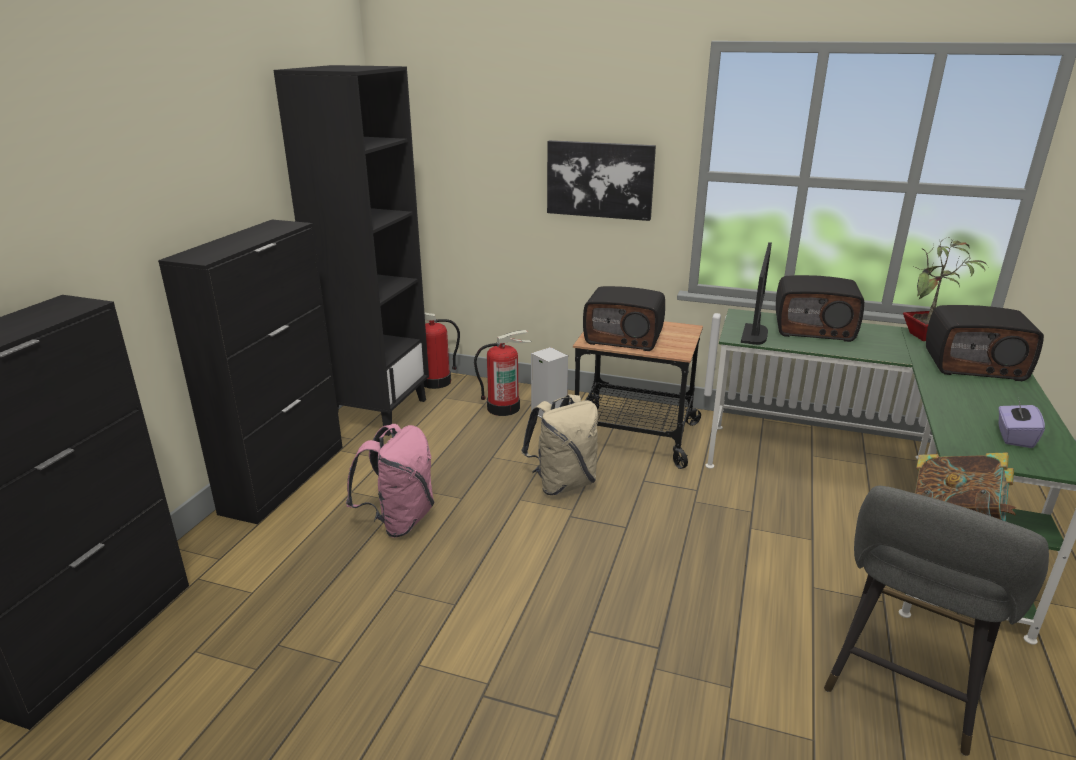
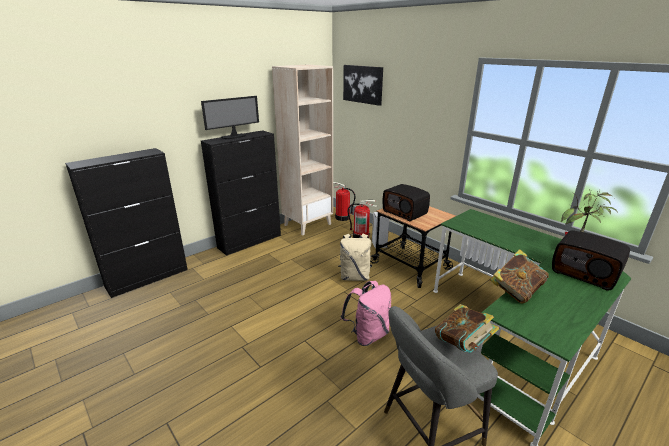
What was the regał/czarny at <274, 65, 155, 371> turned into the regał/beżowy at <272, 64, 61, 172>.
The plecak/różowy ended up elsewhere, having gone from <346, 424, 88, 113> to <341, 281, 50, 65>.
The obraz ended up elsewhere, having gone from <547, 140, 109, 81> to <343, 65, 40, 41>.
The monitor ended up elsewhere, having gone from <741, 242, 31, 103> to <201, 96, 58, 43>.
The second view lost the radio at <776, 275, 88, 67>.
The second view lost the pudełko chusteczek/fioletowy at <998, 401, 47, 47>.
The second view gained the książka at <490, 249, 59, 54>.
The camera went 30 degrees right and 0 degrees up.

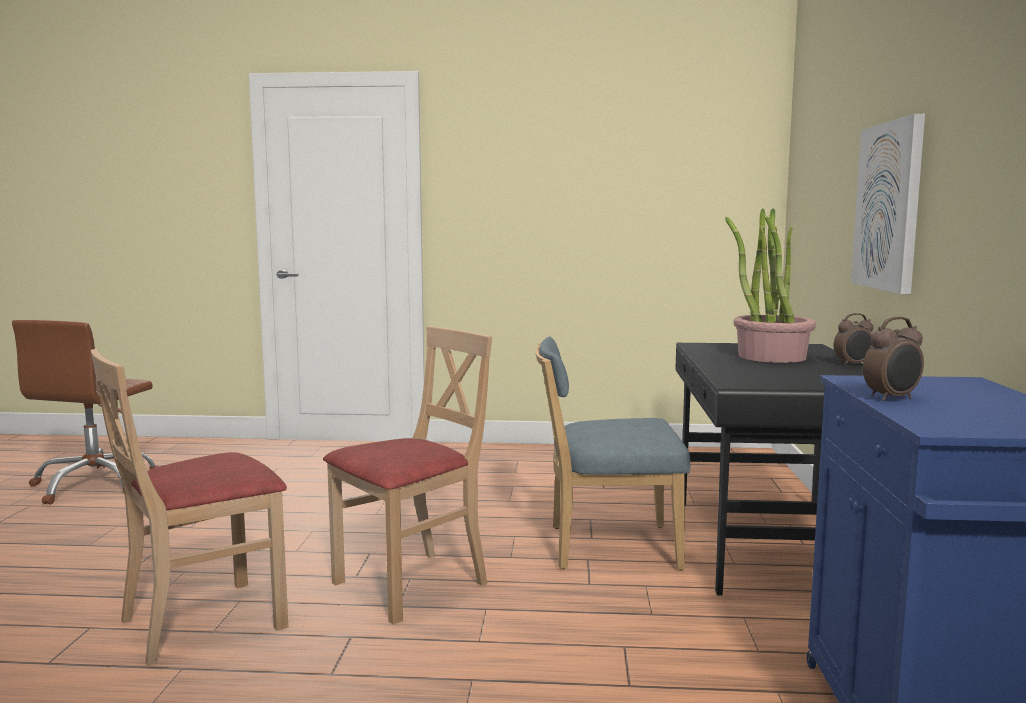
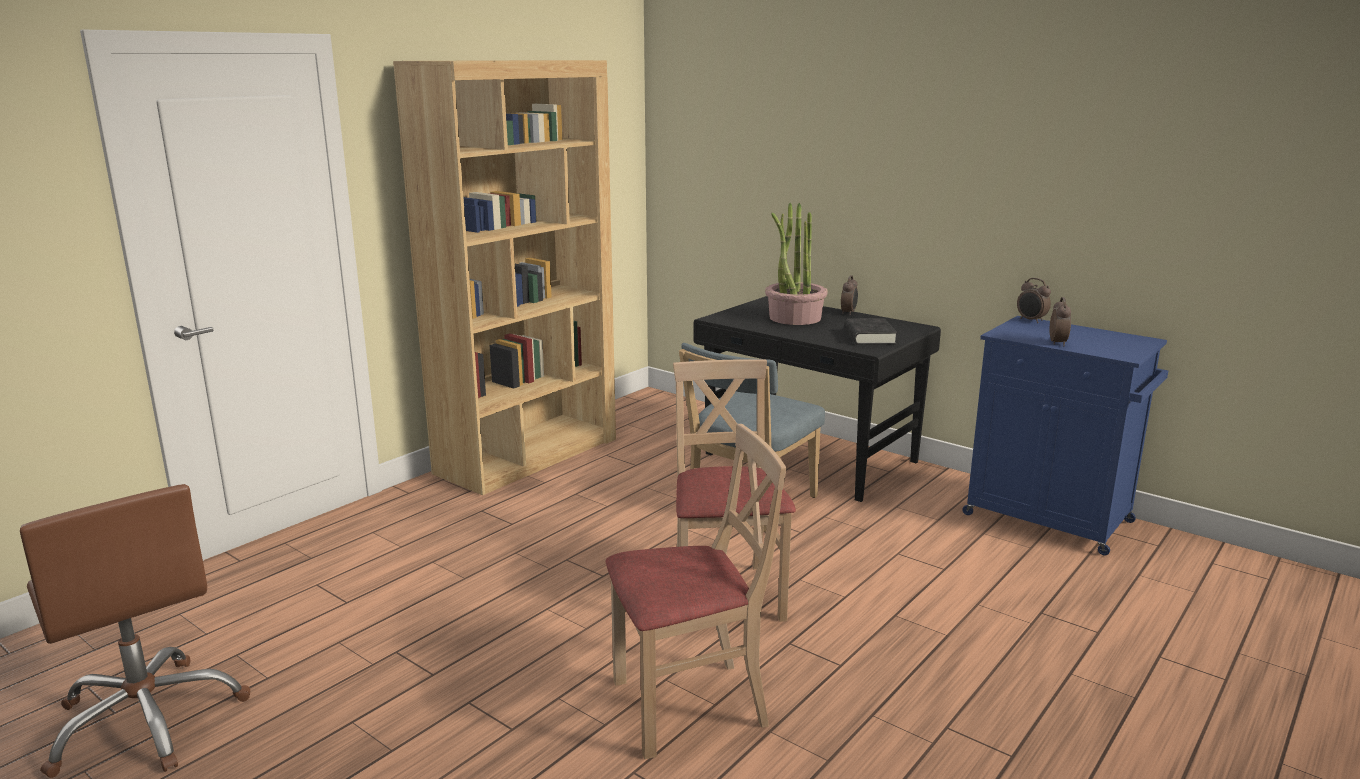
The krzesło/beżowy at <91, 349, 197, 317> ended up facing another way, 105 degrees counterclockwise from before.
The second view lost the obraz at <851, 114, 74, 180>.
The second view gained the regał/brązowy at <393, 60, 223, 435>.
The second view gained the książka/czarny at <844, 318, 53, 27>.
The second view gained the budzik at <1017, 278, 34, 45>.
The camera went 55 degrees left and 10 degrees up.

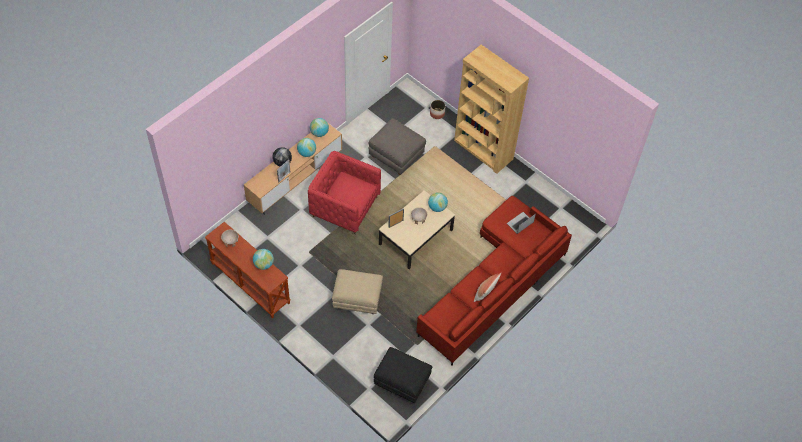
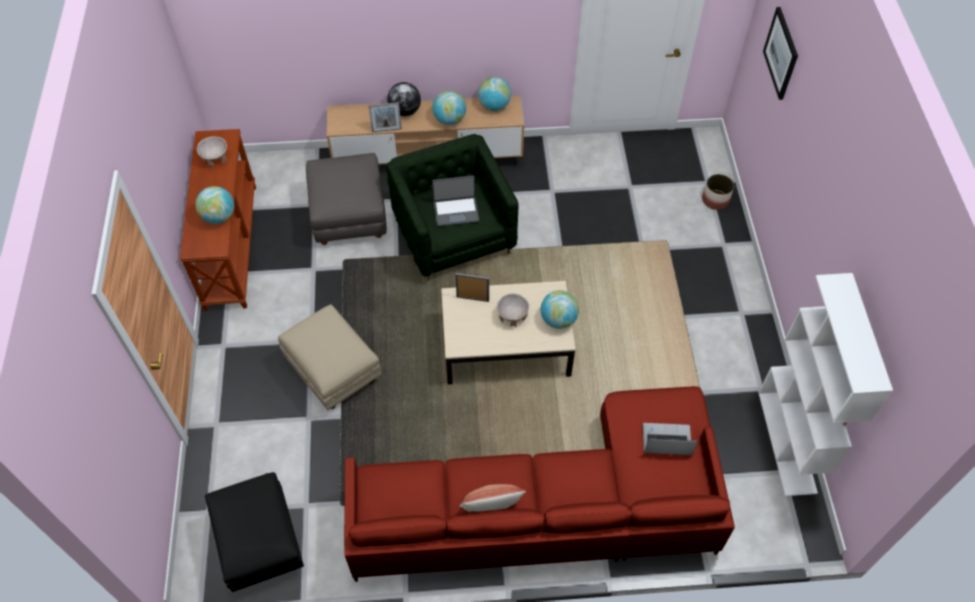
What was the fotel/czerwony at <308, 151, 73, 83> turned into the fotel/zielony at <386, 134, 133, 147>.
The pufa/szary ended up elsewhere, having gone from <369, 118, 57, 57> to <306, 153, 81, 92>.
The second view lost the regał/brązowy at <454, 45, 75, 129>.
The second view gained the laptop at <432, 175, 47, 52>.
The second view gained the regał/biały at <758, 273, 135, 223>.
The second view gained the obraz at <763, 7, 35, 93>.
The camera went 45 degrees right and 0 degrees up.

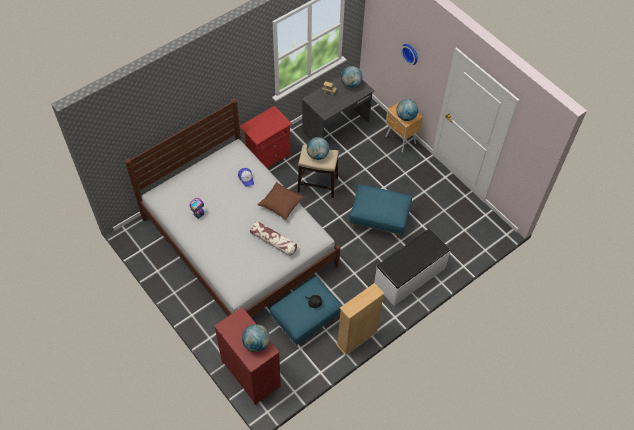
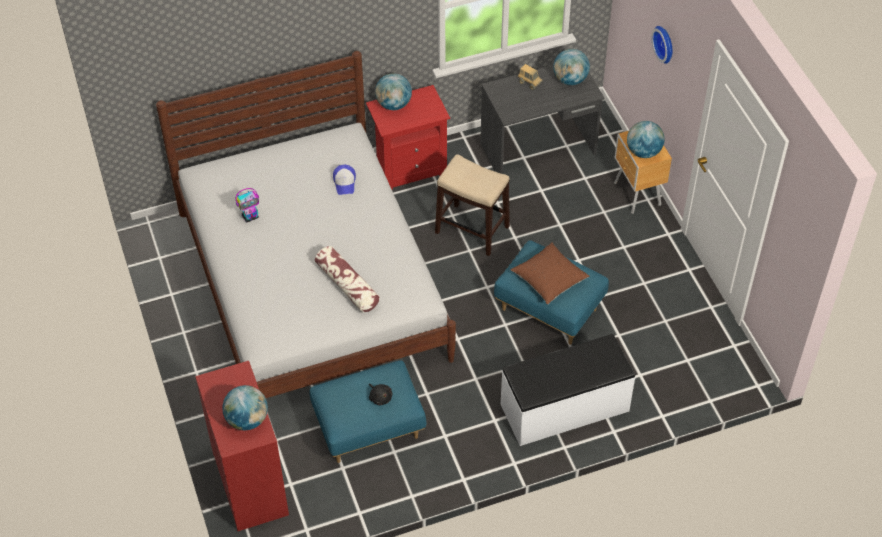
The poduszka/brązowy ended up elsewhere, having gone from <258, 182, 46, 39> to <510, 242, 79, 62>.
The globus ended up elsewhere, having gone from <307, 137, 22, 23> to <375, 73, 37, 37>.
The second view lost the regał/beżowy at <337, 283, 47, 72>.
The camera went 20 degrees right and 5 degrees down.

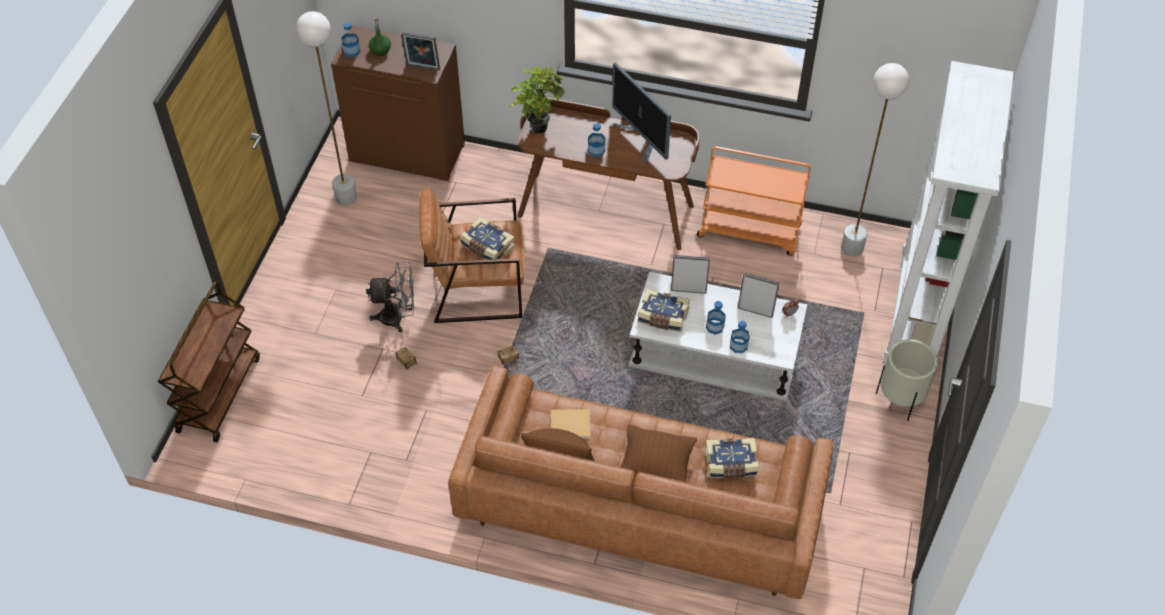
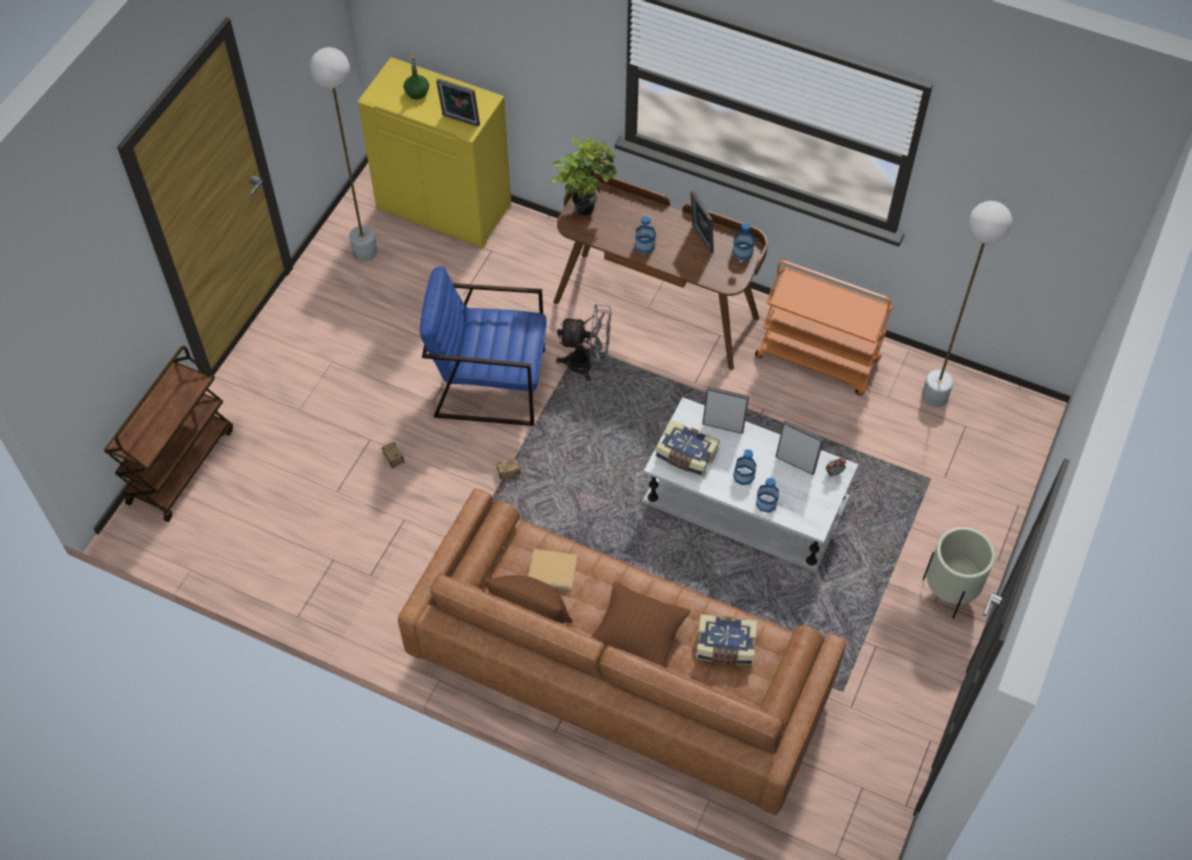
What was the szafka/brązowy at <331, 25, 134, 156> turned into the szafka/żółty at <358, 57, 153, 191>.
The butelka ended up elsewhere, having gone from <341, 23, 19, 34> to <733, 223, 22, 37>.
The wentylator/szary ended up elsewhere, having gone from <366, 262, 48, 71> to <556, 304, 55, 77>.
What was the fotel/brązowy at <419, 188, 105, 135> turned into the fotel/niebieski at <420, 266, 127, 160>.
The second view lost the książka at <460, 217, 55, 48>.
Where the monitor stood at <612, 62, 59, 101>, the ramka na zdjęcie came to stand at <690, 190, 24, 63>.
The second view lost the regał/biały at <884, 61, 130, 304>.
The camera went 10 degrees right and 5 degrees up.

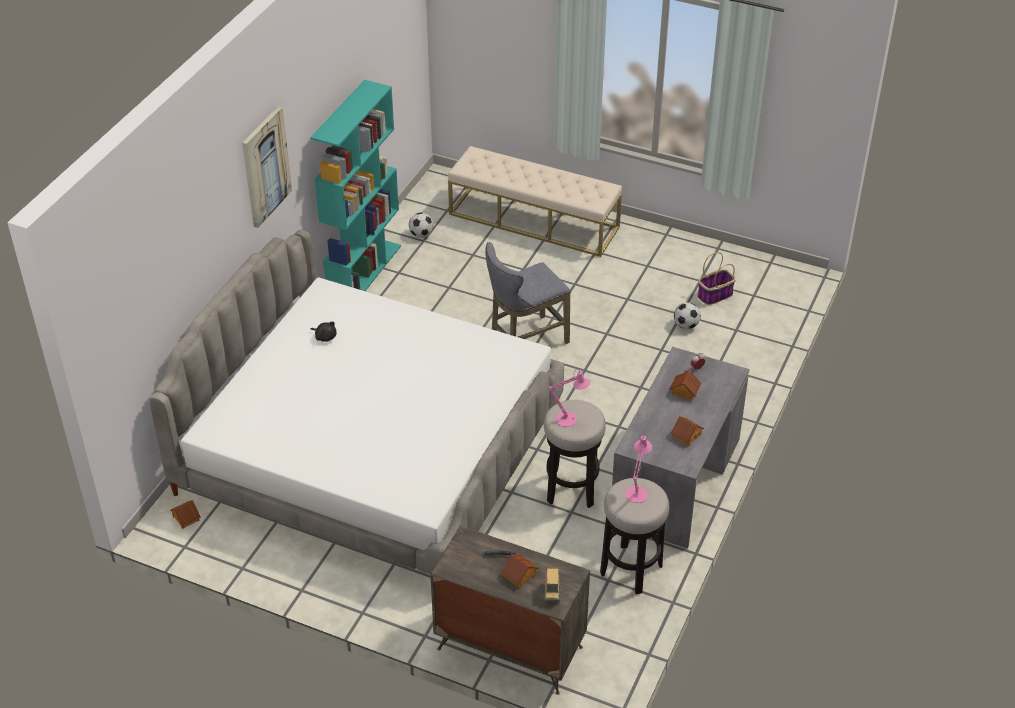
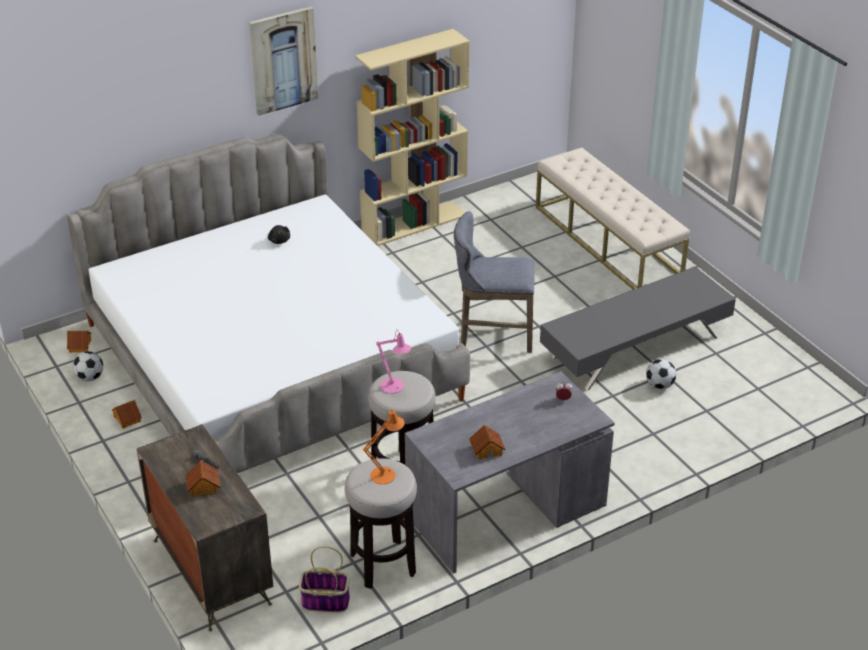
What was the regał/turkusowy at <310, 80, 91, 211> turned into the regał/beżowy at <355, 29, 115, 217>.
The piłka futbolowa ended up elsewhere, having gone from <409, 213, 25, 25> to <73, 351, 30, 30>.
The second view lost the ciężarówka zabawkowa at <544, 569, 16, 33>.
What was the lampa stołowa/różowy at <625, 436, 27, 67> turned into the lampa stołowa/pomarańczowy at <363, 409, 42, 75>.
The domek ended up elsewhere, having gone from <669, 370, 32, 31> to <112, 400, 30, 29>.
The koszyk ended up elsewhere, having gone from <697, 252, 39, 53> to <299, 546, 51, 66>.
The second view gained the ława/szary at <540, 267, 196, 124>.
The camera went 35 degrees right and 5 degrees down.

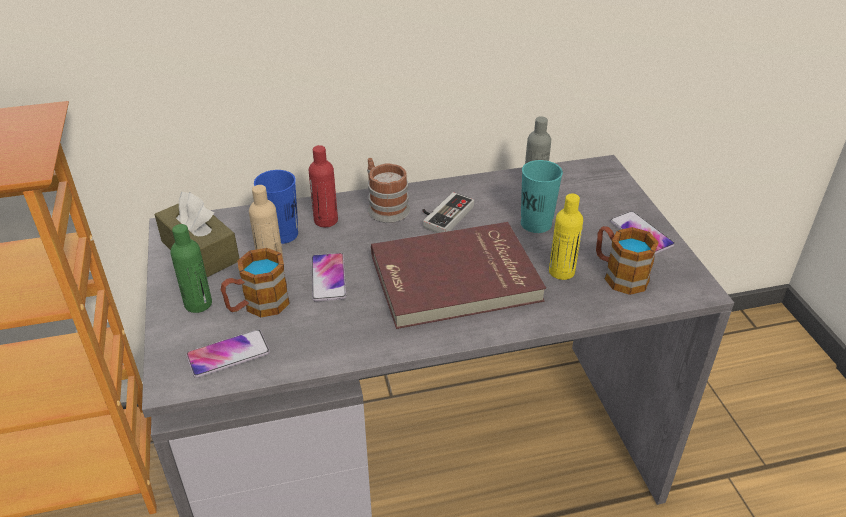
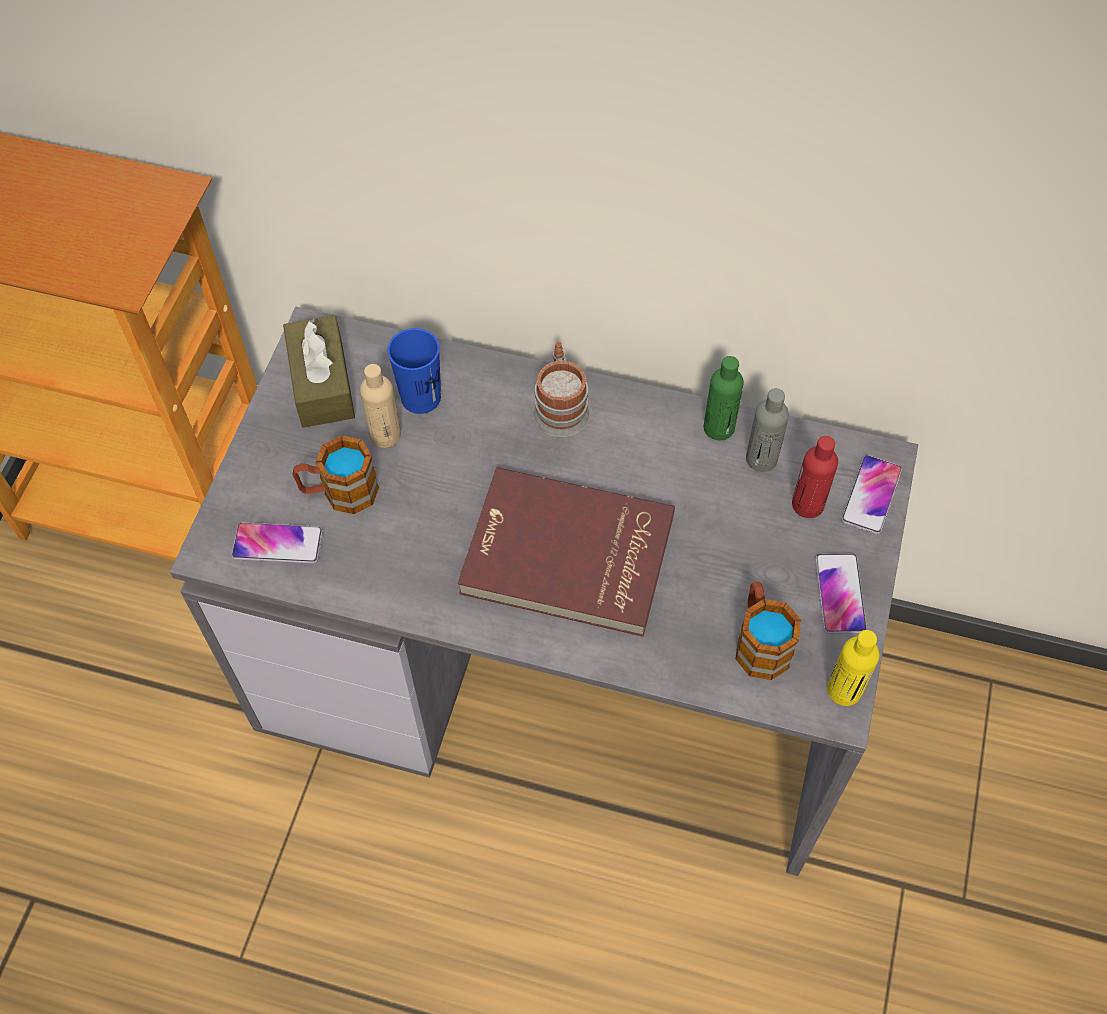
The butelka/zielony ended up elsewhere, having gone from <170, 224, 42, 89> to <704, 356, 40, 84>.
The butelka/czerwony ended up elsewhere, having gone from <308, 145, 30, 82> to <792, 436, 46, 82>.
The telefon ended up elsewhere, having gone from <312, 253, 34, 48> to <841, 455, 61, 79>.
The second view lost the pad do gier at <422, 192, 52, 41>.
The second view lost the filiżanka/turkusowy at <521, 160, 42, 73>.
The butelka/żółty ended up elsewhere, having gone from <549, 194, 34, 86> to <827, 630, 52, 76>.
The camera went 30 degrees right and 20 degrees up.

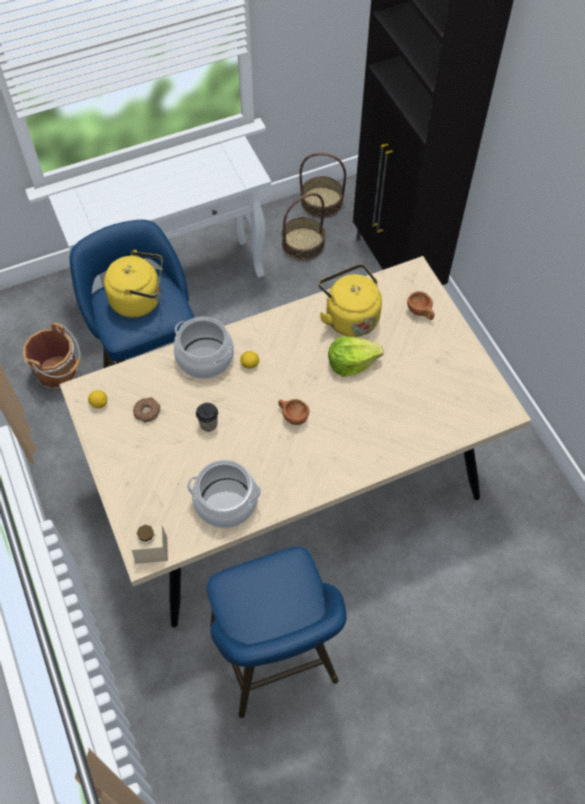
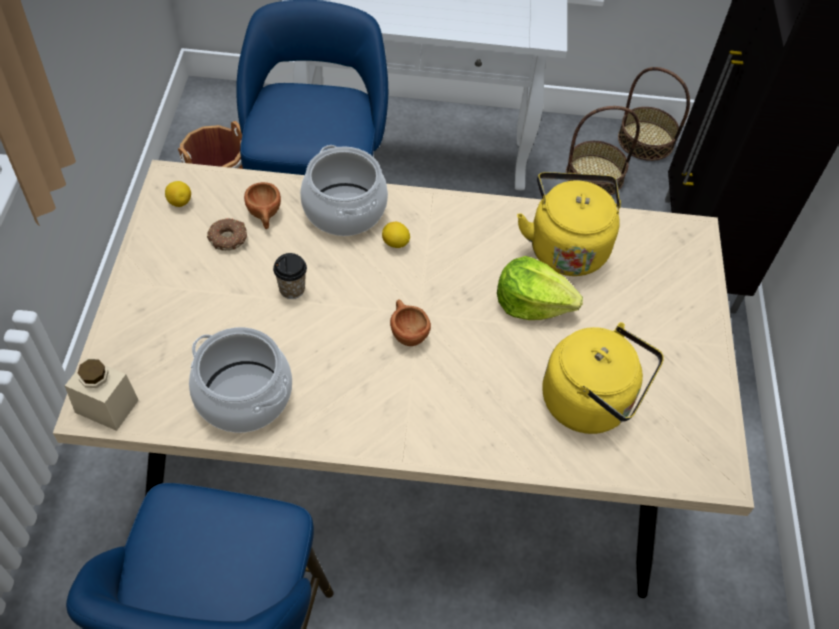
The czajnik/żółty ended up elsewhere, having gone from <104, 250, 59, 68> to <542, 322, 122, 112>.
The filiżanka/brązowy ended up elsewhere, having gone from <407, 291, 28, 29> to <244, 182, 37, 47>.
The camera went 25 degrees right and 5 degrees down.

